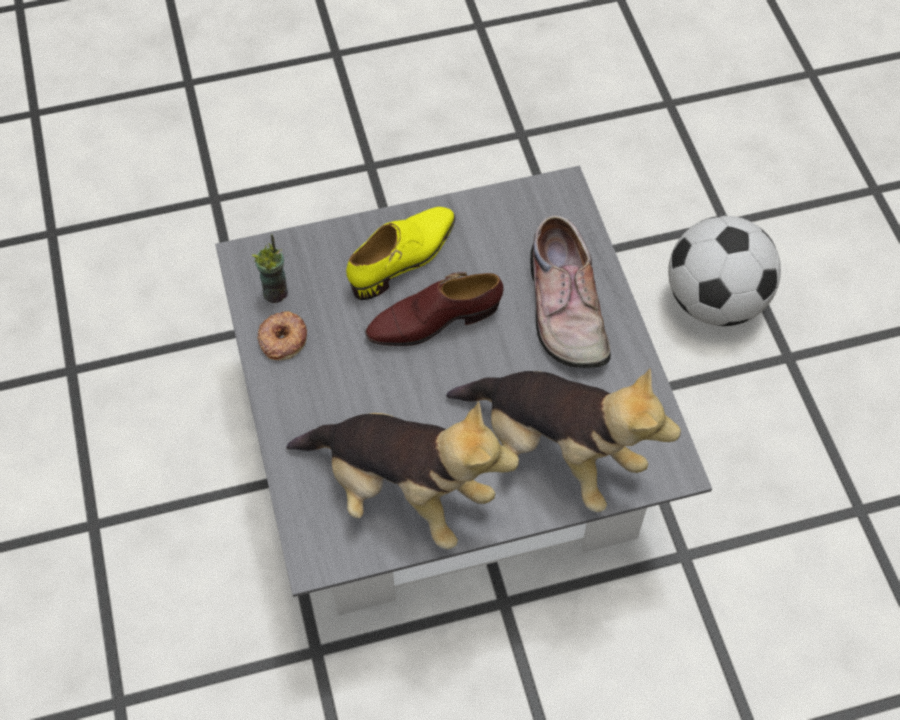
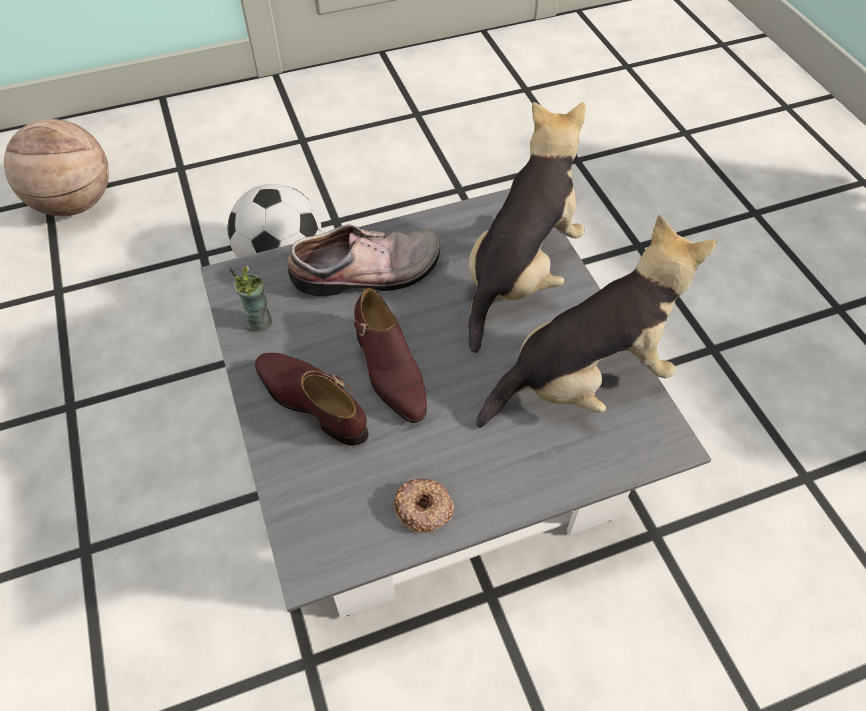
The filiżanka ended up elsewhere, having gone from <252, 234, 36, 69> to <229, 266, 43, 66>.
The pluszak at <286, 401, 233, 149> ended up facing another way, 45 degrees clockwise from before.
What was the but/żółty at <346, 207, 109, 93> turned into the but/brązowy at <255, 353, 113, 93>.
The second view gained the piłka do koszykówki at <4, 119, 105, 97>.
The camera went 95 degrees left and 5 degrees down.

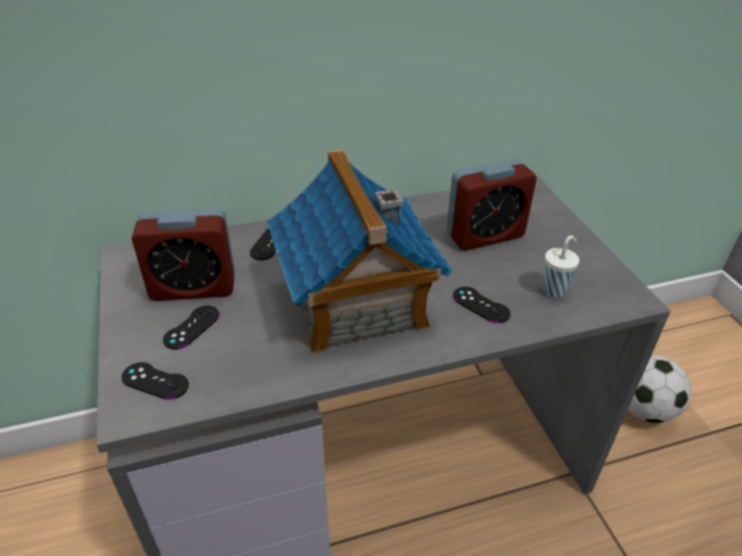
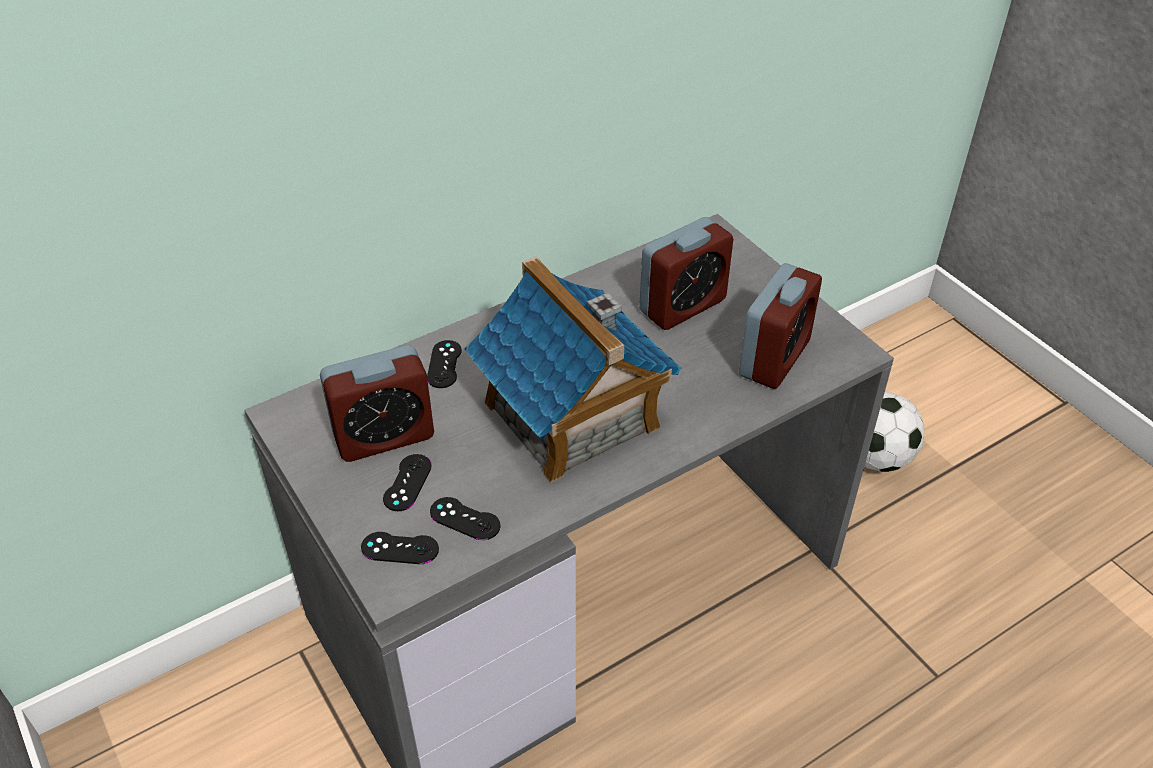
The pad do gier/czarny ended up elsewhere, having gone from <453, 287, 57, 36> to <430, 497, 70, 43>.
Where the filiżanka/biały stood at <542, 235, 37, 63>, the budzik came to stand at <739, 263, 83, 126>.
The camera went 15 degrees left and 5 degrees up.

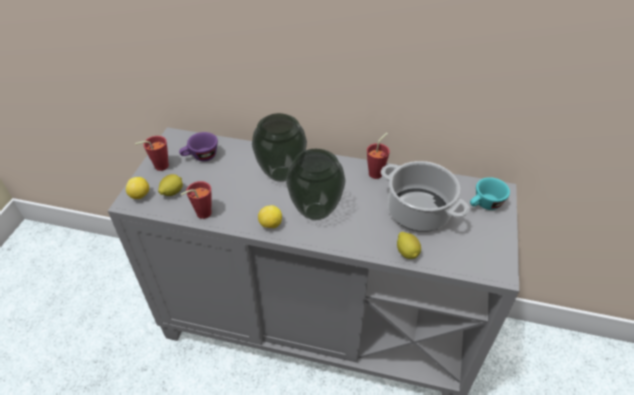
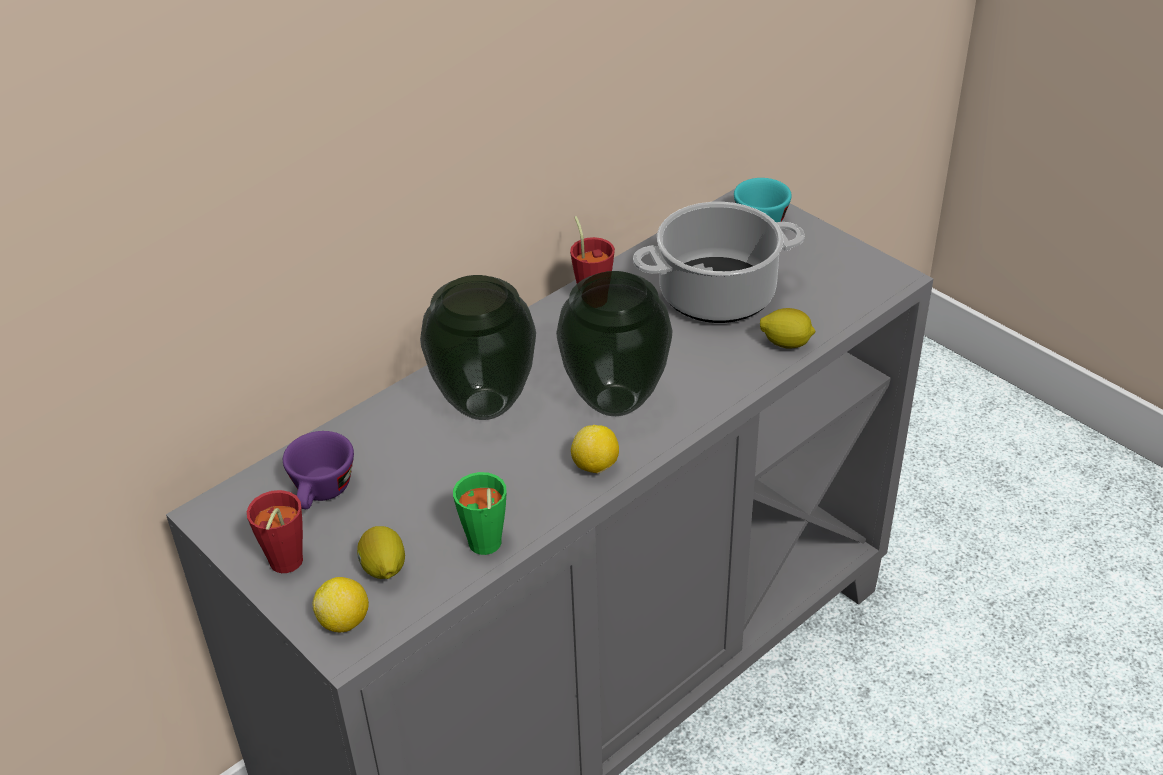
What was the filiżanka/czerwony at <181, 181, 31, 38> turned into the filiżanka/zielony at <453, 472, 54, 83>.
The camera went 55 degrees left and 5 degrees down.

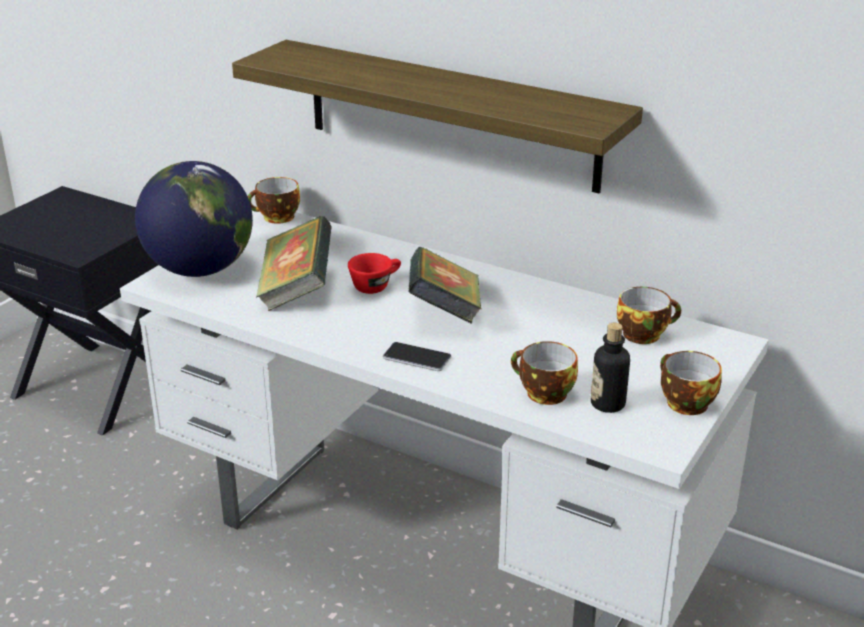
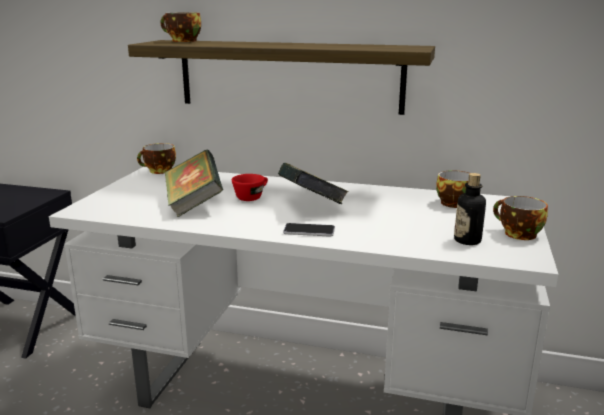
The second view lost the globus at <135, 161, 118, 116>.
The filiżanka ended up elsewhere, having gone from <511, 341, 67, 64> to <160, 12, 41, 30>.
The camera went 15 degrees left and 10 degrees down.

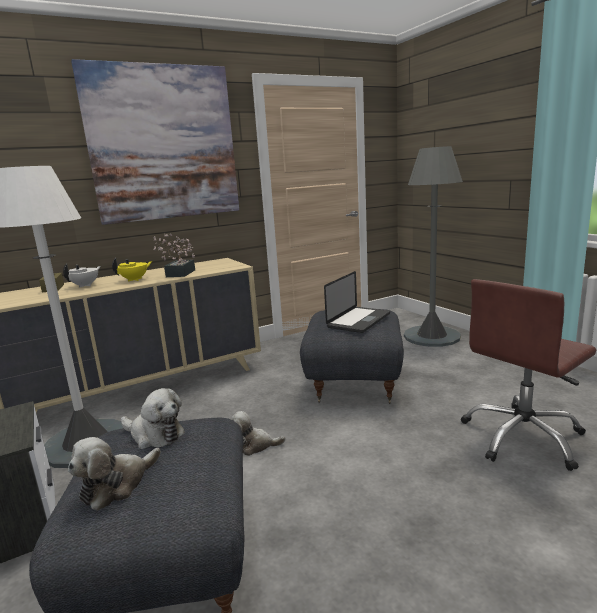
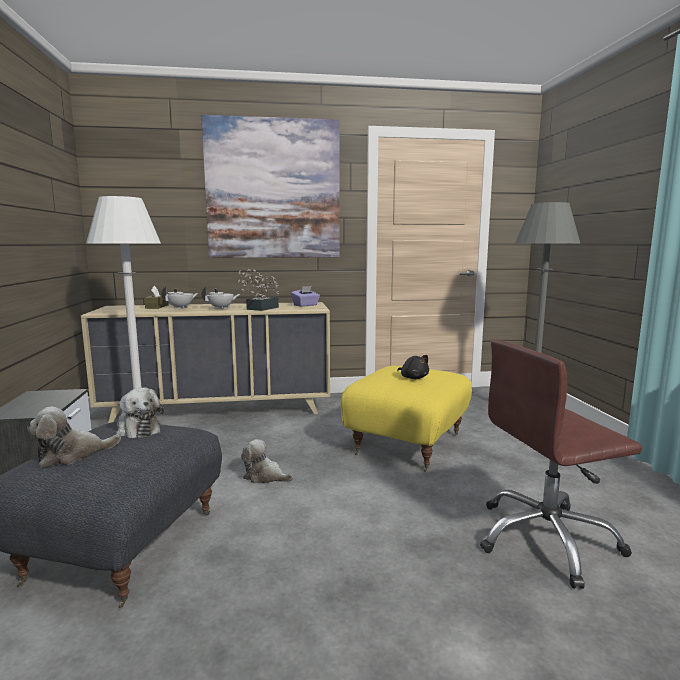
What was the imbryk/żółty at <112, 258, 40, 24> turned into the imbryk/biały at <201, 286, 39, 23>.
What was the pufa/szary at <300, 309, 104, 95> turned into the pufa/żółty at <340, 365, 132, 107>.
Where the laptop stood at <324, 271, 66, 62>, the pluszak/czarny came to stand at <397, 355, 32, 24>.
The second view gained the pudełko chusteczek/fioletowy at <291, 286, 29, 21>.
The camera went 20 degrees right and 5 degrees down.

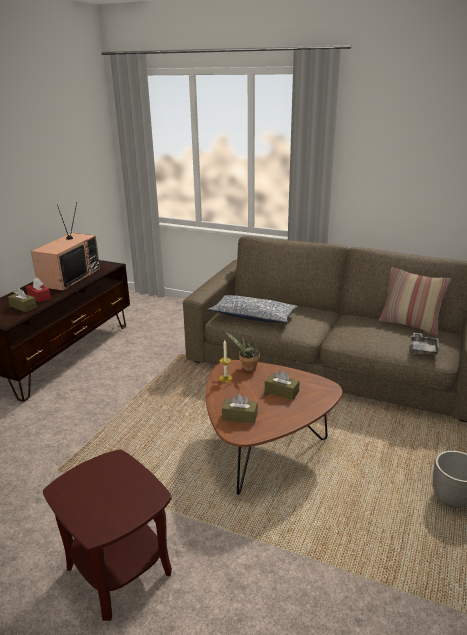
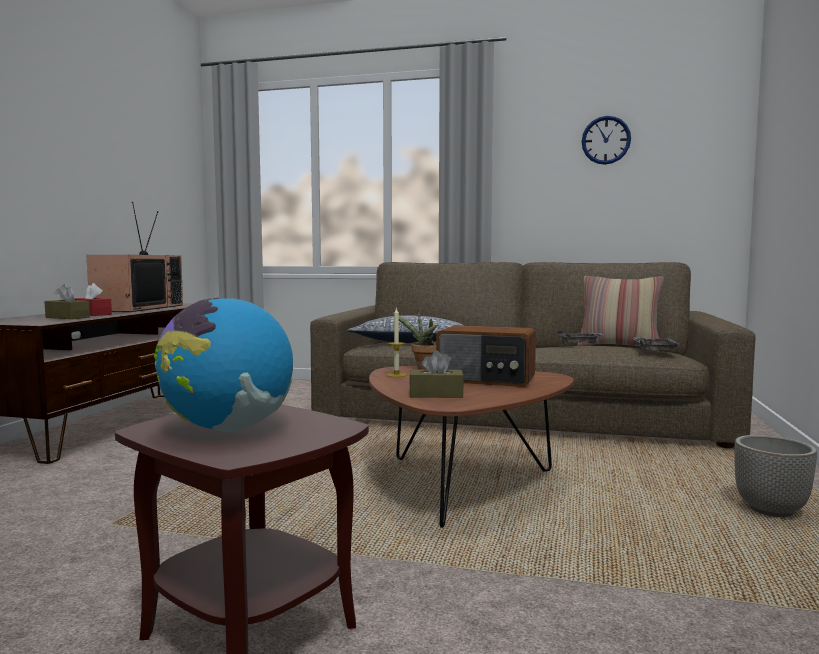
Where the pudełko chusteczek/brązowy stood at <265, 370, 35, 30>, the radio came to stand at <436, 325, 100, 62>.
The second view gained the globus at <154, 298, 139, 134>.
The second view gained the taca/szary at <556, 330, 48, 13>.
The second view gained the zegar ścienny at <582, 116, 49, 49>.
The camera went 10 degrees left and 20 degrees down.

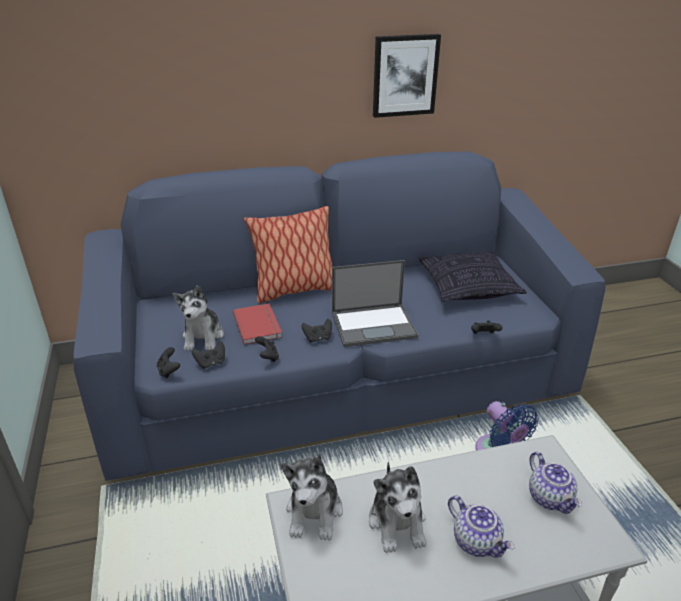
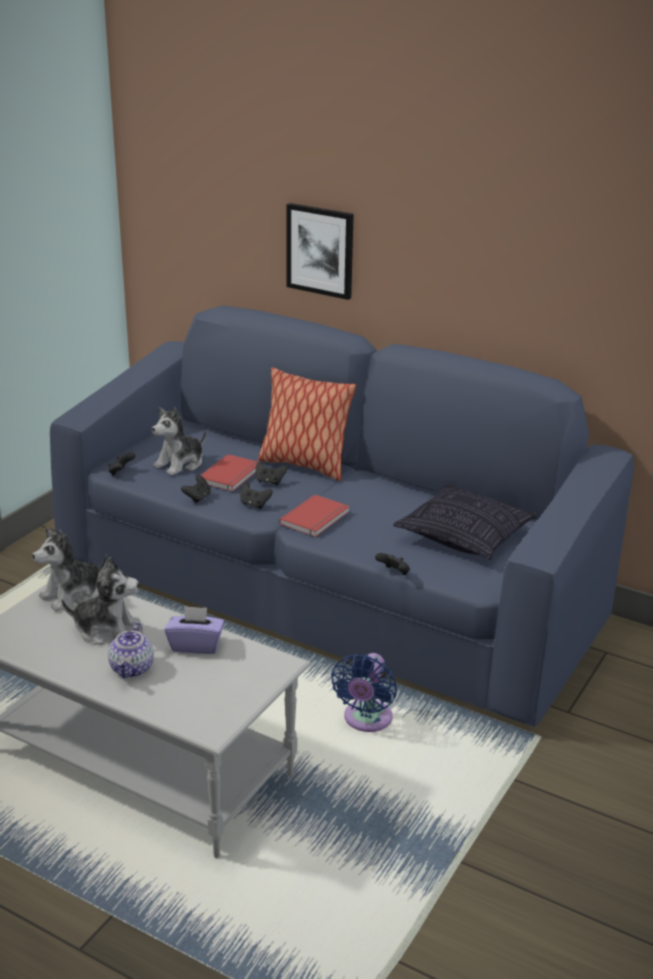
The pad do gier/czarny ended up elsewhere, having gone from <192, 341, 33, 28> to <256, 461, 31, 24>.
Where the laptop stood at <332, 260, 86, 87>, the książka/czerwony came to stand at <279, 494, 71, 43>.
The pluszak at <369, 461, 57, 92> ended up facing another way, 120 degrees counterclockwise from before.
The obraz ended up elsewhere, having gone from <373, 34, 68, 84> to <287, 203, 67, 97>.
The second view lost the imbryk at <529, 452, 53, 62>.
The second view gained the pudełko chusteczek/fioletowy at <165, 606, 59, 48>.
The camera went 45 degrees right and 5 degrees down.

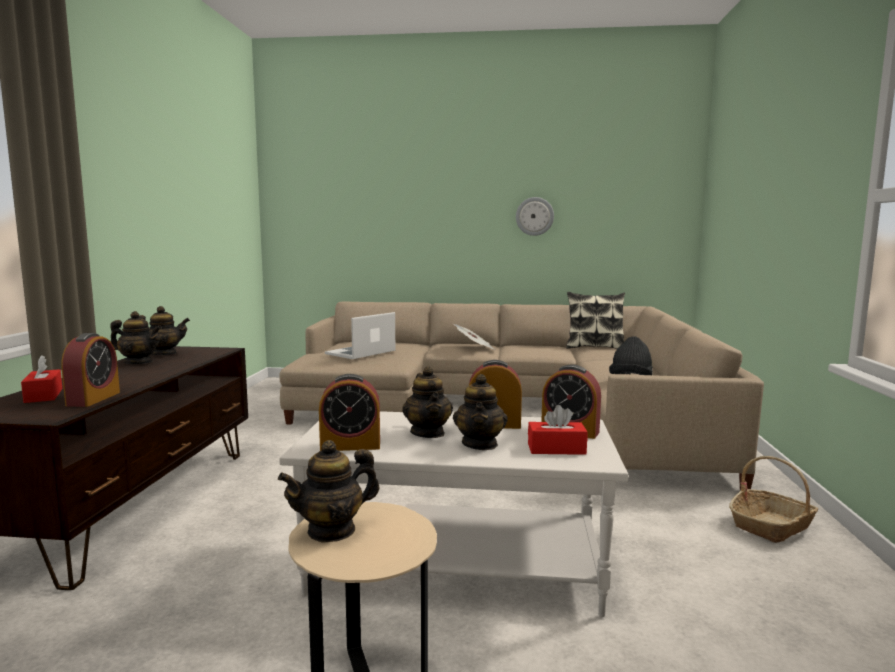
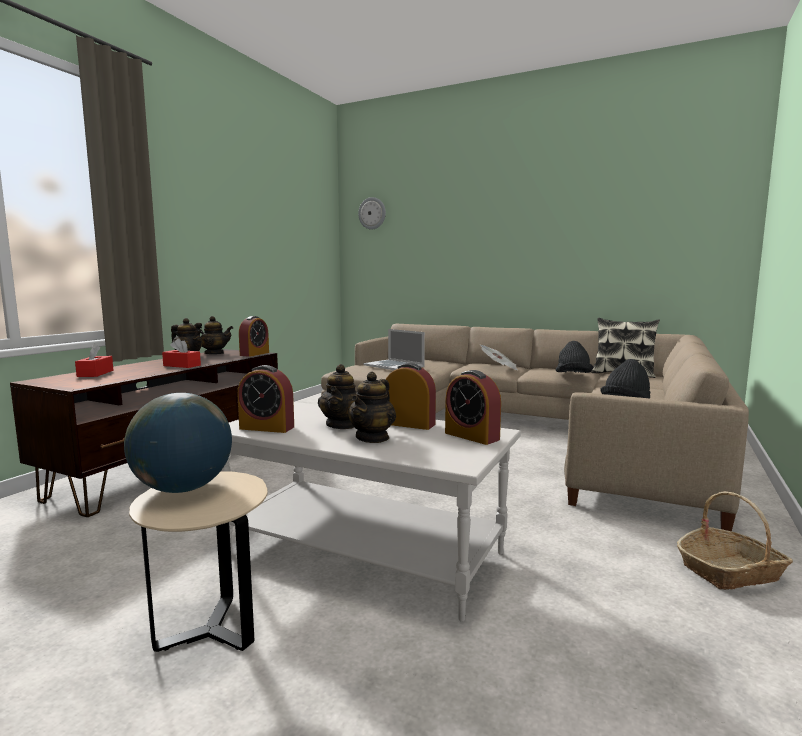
The budzik ended up elsewhere, having gone from <61, 333, 59, 74> to <239, 316, 30, 41>.
Where the imbryk stood at <278, 440, 101, 103>, the globus came to stand at <124, 393, 108, 100>.
The laptop at <325, 312, 70, 47> ended up facing another way, 105 degrees counterclockwise from before.
The zegar ścienny ended up elsewhere, having gone from <516, 197, 38, 39> to <358, 197, 28, 33>.
The pudełko chusteczek/czerwony ended up elsewhere, having gone from <528, 405, 60, 50> to <162, 338, 39, 30>.
The second view gained the kapelusz/czarny at <556, 341, 37, 32>.
The camera went 20 degrees right and 0 degrees up.

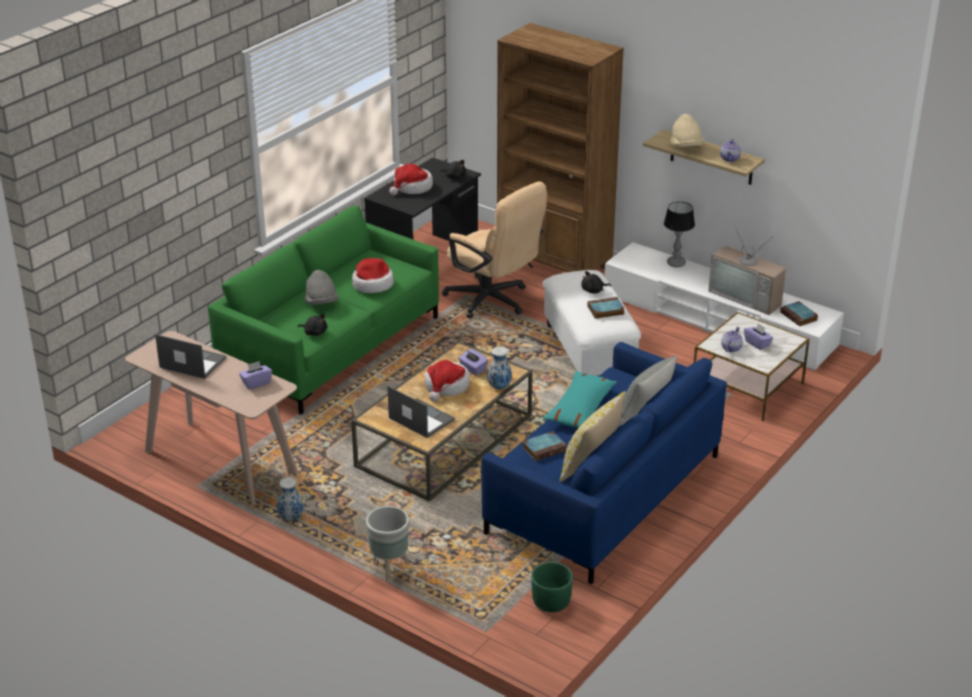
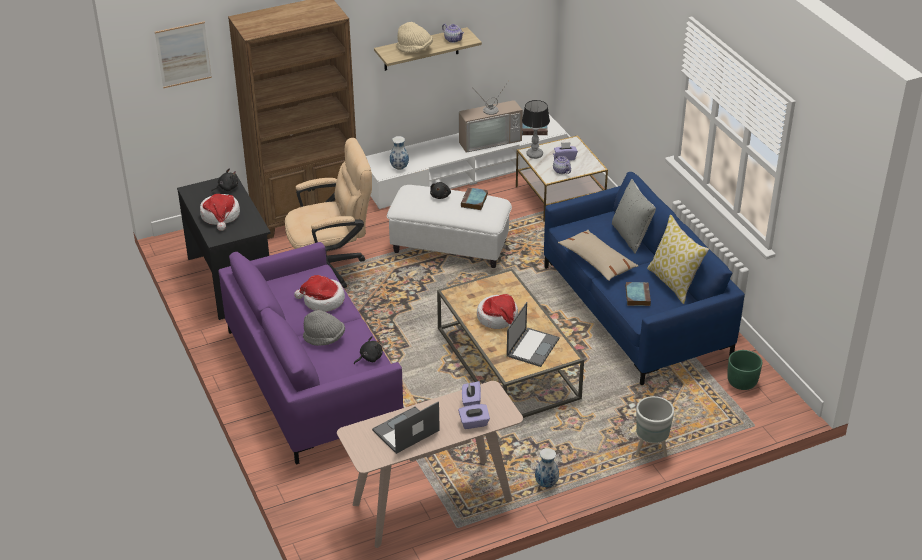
What was the kanapa/zielony at <208, 205, 231, 210> turned into the kanapa/fioletowy at <219, 242, 184, 223>.
The laptop at <387, 386, 68, 52> ended up facing another way, 135 degrees clockwise from before.
The pudełko chusteczek/fioletowy ended up elsewhere, having gone from <458, 349, 30, 26> to <458, 404, 32, 25>.
The wazon ended up elsewhere, having gone from <487, 347, 25, 42> to <390, 136, 19, 34>.
What was the poduszka/turkusowy at <543, 371, 74, 57> turned into the poduszka/beżowy at <558, 230, 80, 51>.
The lampa stołowa ended up elsewhere, having gone from <664, 202, 31, 65> to <522, 100, 28, 59>.
The second view gained the obraz at <155, 22, 57, 66>.
The camera went 60 degrees left and 5 degrees up.

